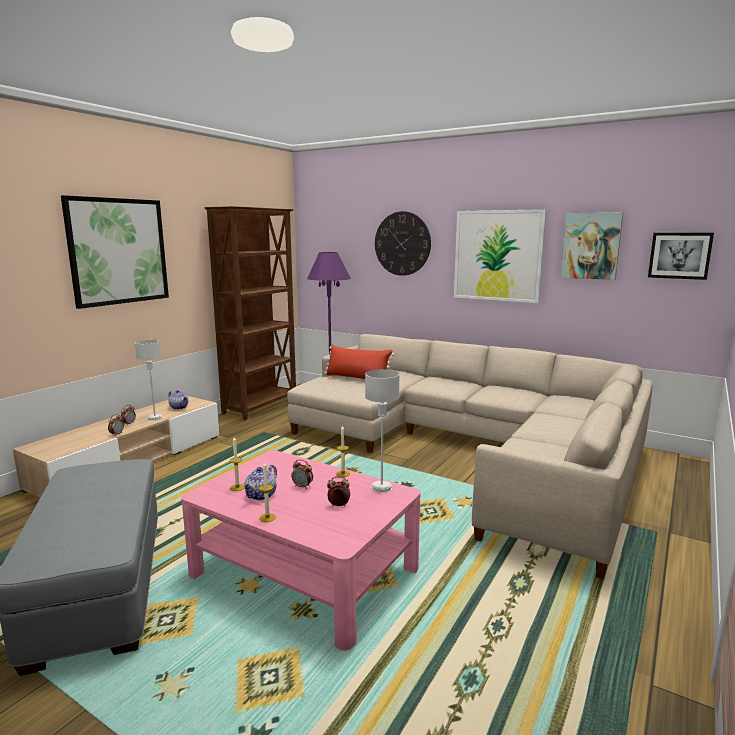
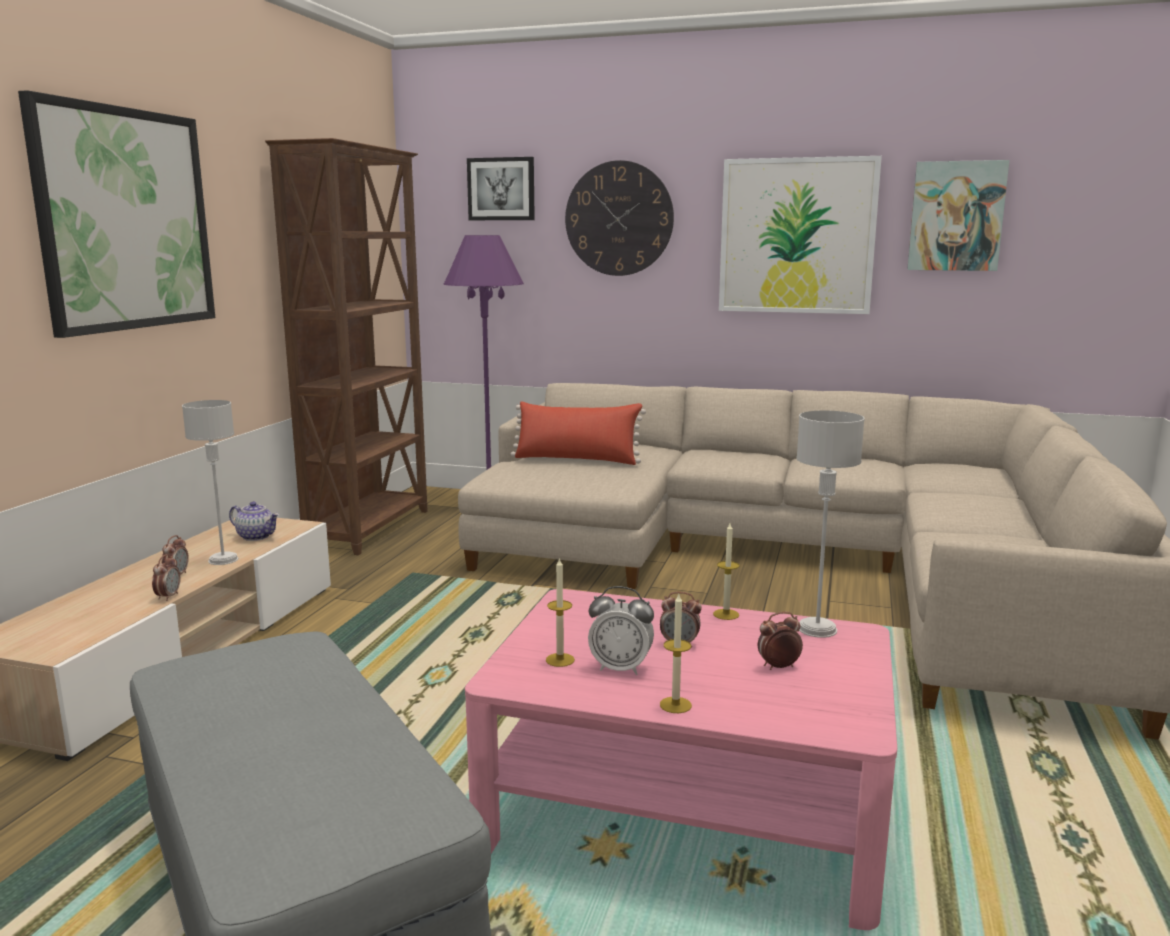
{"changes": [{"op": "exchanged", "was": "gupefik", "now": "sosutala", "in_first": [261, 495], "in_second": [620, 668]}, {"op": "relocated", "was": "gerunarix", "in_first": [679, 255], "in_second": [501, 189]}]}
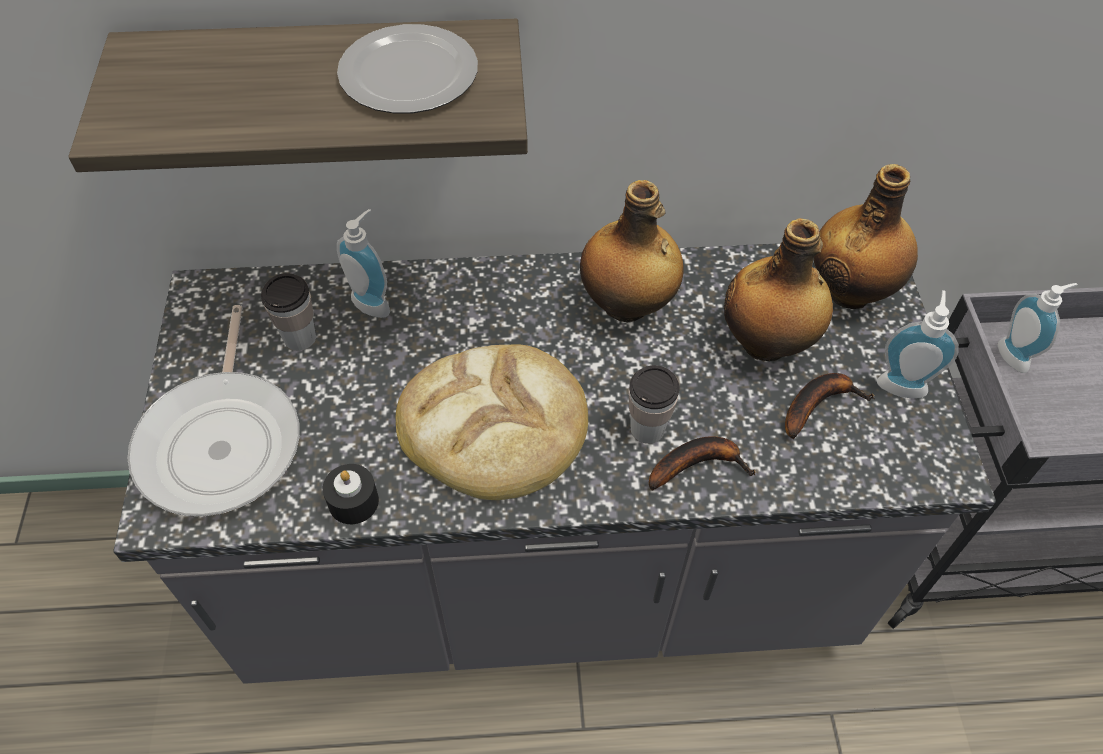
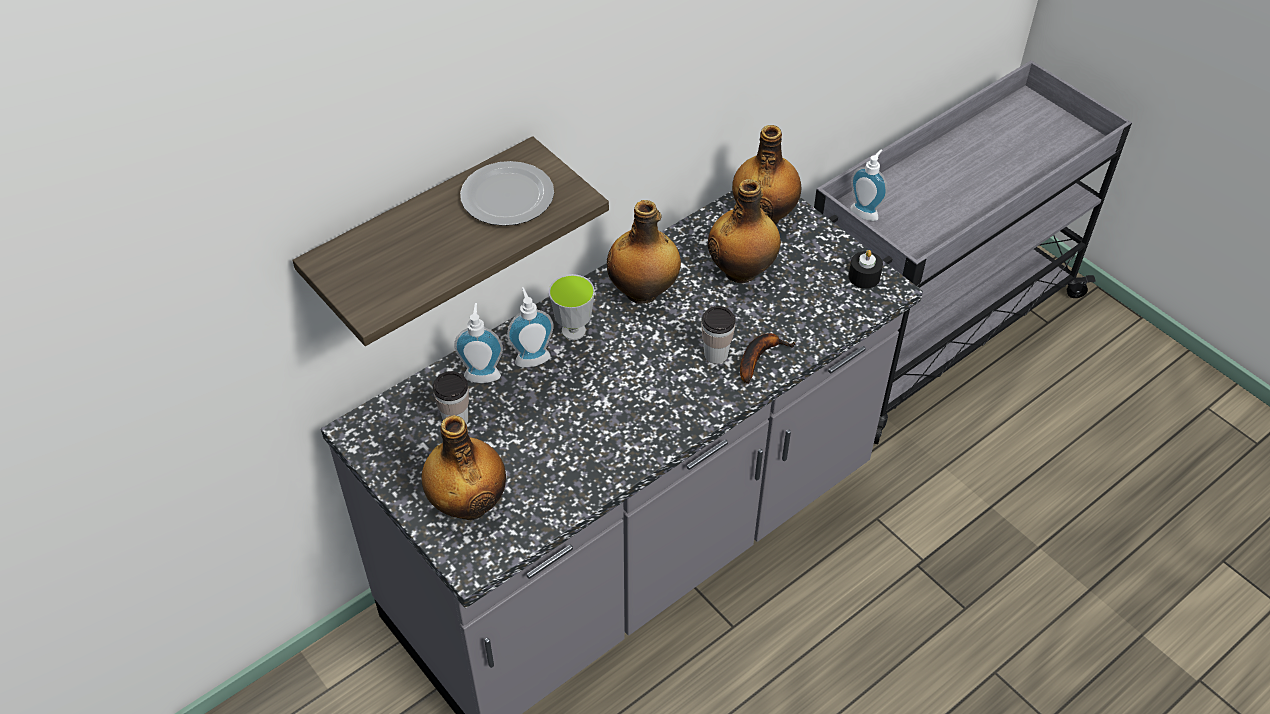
{"changes": [{"op": "exchanged", "was": "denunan", "now": "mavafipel", "in_first": [223, 441], "in_second": [468, 503]}, {"op": "relocated", "was": "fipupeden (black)", "in_first": [353, 501], "in_second": [864, 277]}, {"op": "missing", "was": "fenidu", "in_first": [494, 424]}, {"op": "missing", "was": "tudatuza", "in_first": [818, 404]}, {"op": "relocated", "was": "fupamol", "in_first": [902, 382], "in_second": [531, 356]}, {"op": "appeared", "now": "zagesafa", "in_second": [573, 331]}]}
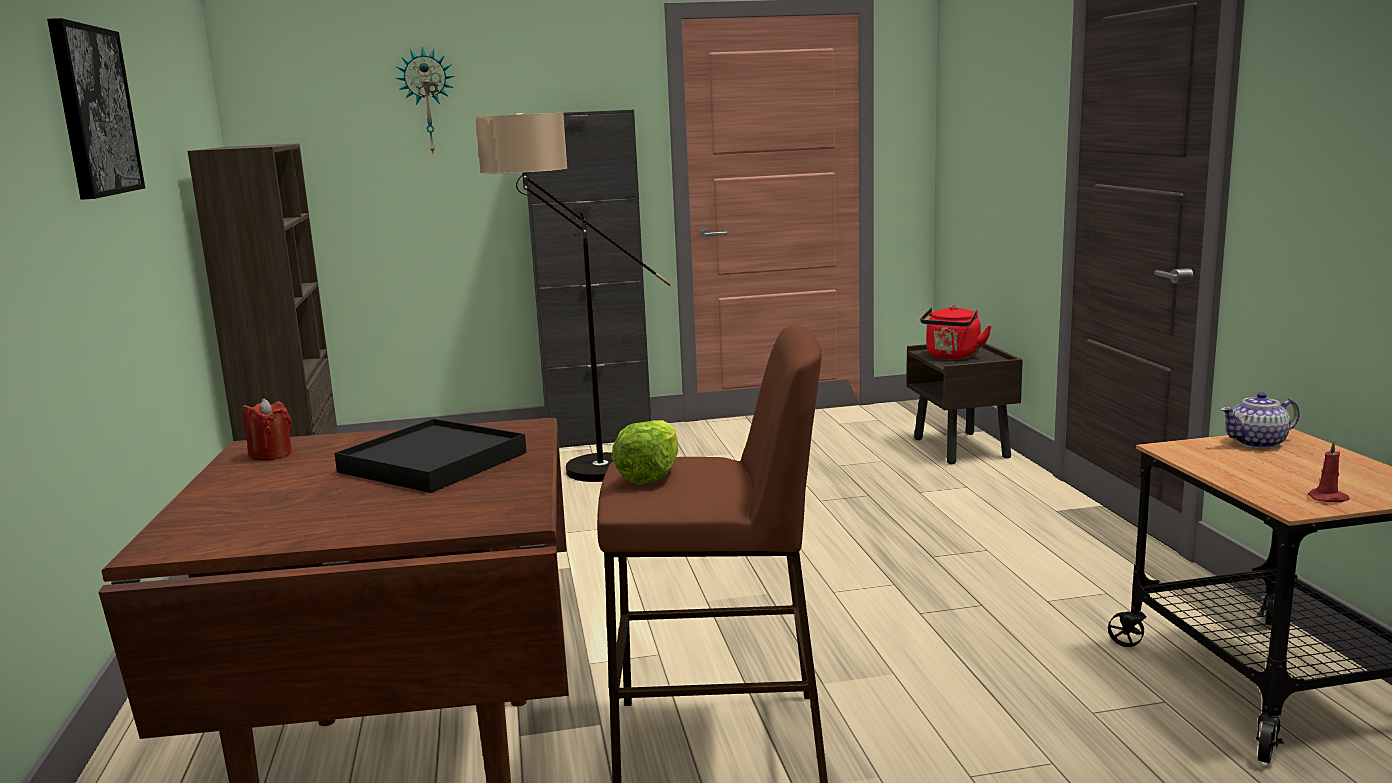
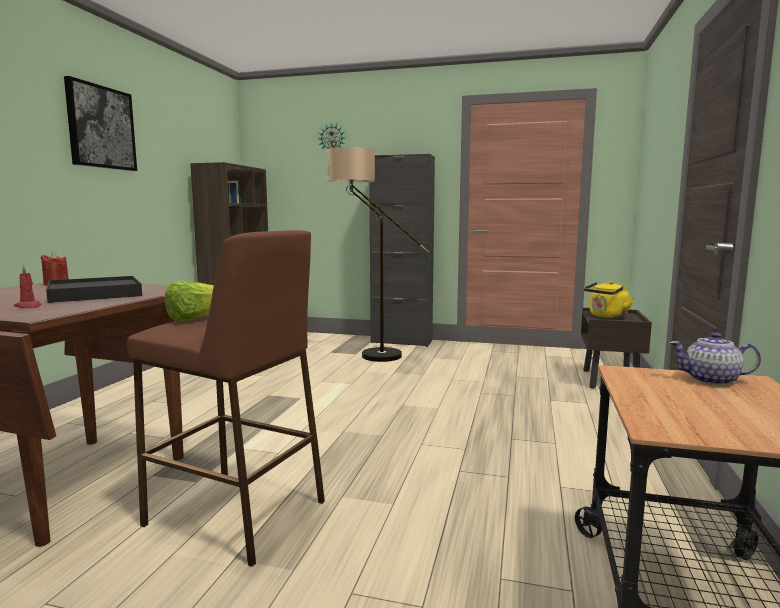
{"changes": [{"op": "colour", "was": "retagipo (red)", "now": "retagipo (yellow)", "in_first": [952, 357], "in_second": [606, 316]}, {"op": "relocated", "was": "fipupeden (red)", "in_first": [1329, 498], "in_second": [29, 306]}]}
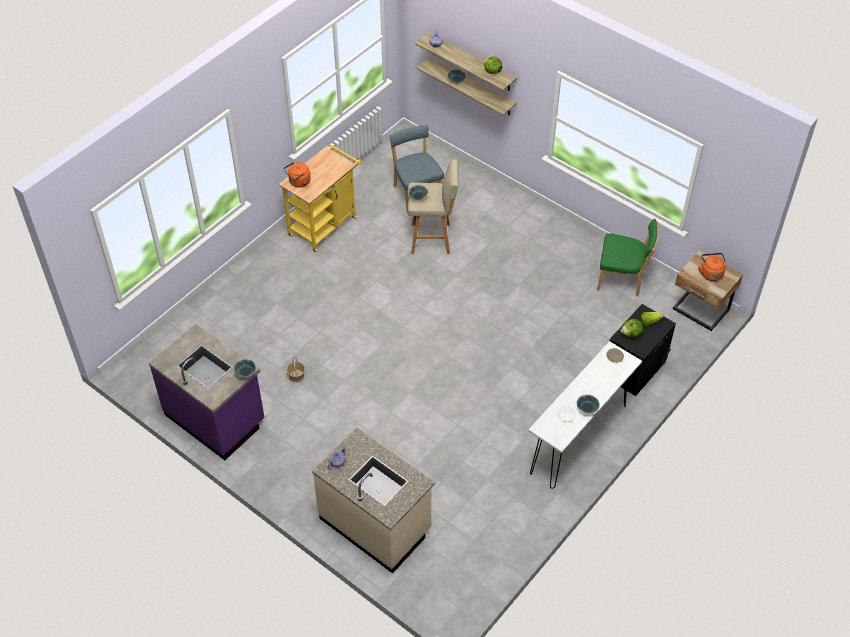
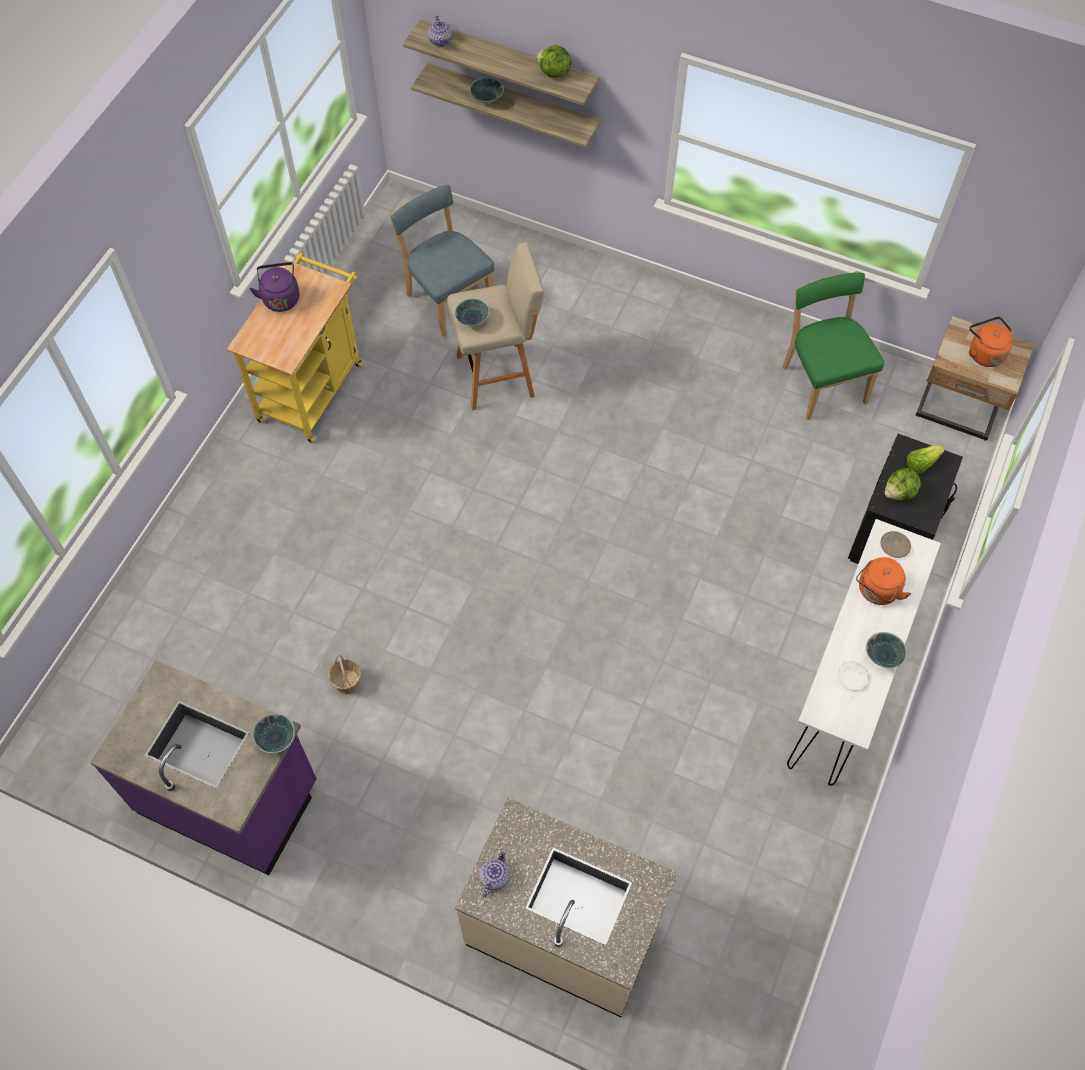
{"changes": [{"op": "relocated", "was": "retagipo (orange)", "in_first": [298, 182], "in_second": [877, 591]}, {"op": "spun", "was": "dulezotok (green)", "in_first": [622, 280], "in_second": [822, 382], "clockwise": -105}, {"op": "appeared", "now": "retagipo (purple)", "in_second": [280, 297]}]}
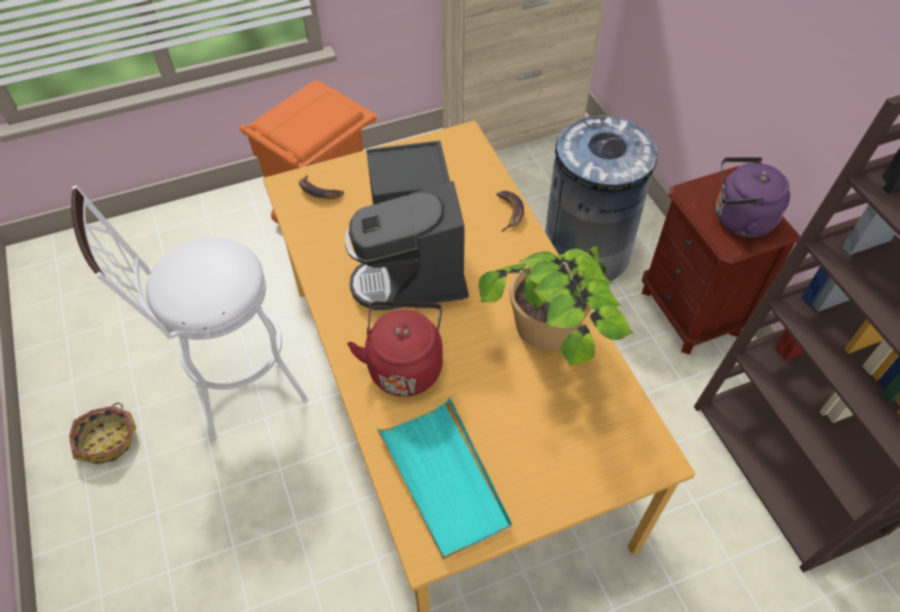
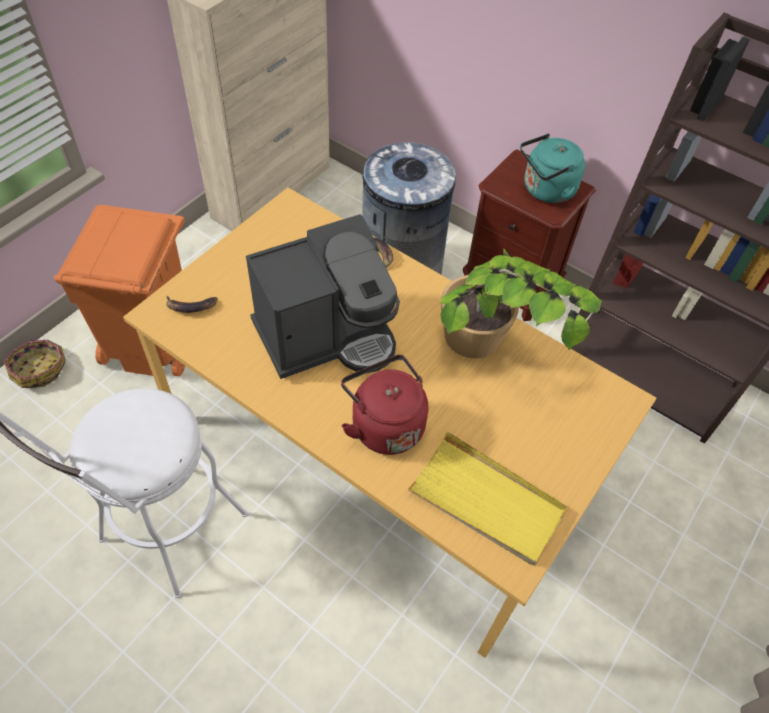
{"changes": [{"op": "relocated", "was": "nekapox", "in_first": [108, 440], "in_second": [40, 369]}, {"op": "spun", "was": "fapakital", "in_first": [413, 265], "in_second": [327, 335], "clockwise": -75}, {"op": "colour", "was": "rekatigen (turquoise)", "now": "rekatigen (yellow)", "in_first": [444, 479], "in_second": [486, 501]}, {"op": "colour", "was": "retagipo (purple)", "now": "retagipo (turquoise)", "in_first": [739, 219], "in_second": [545, 190]}]}
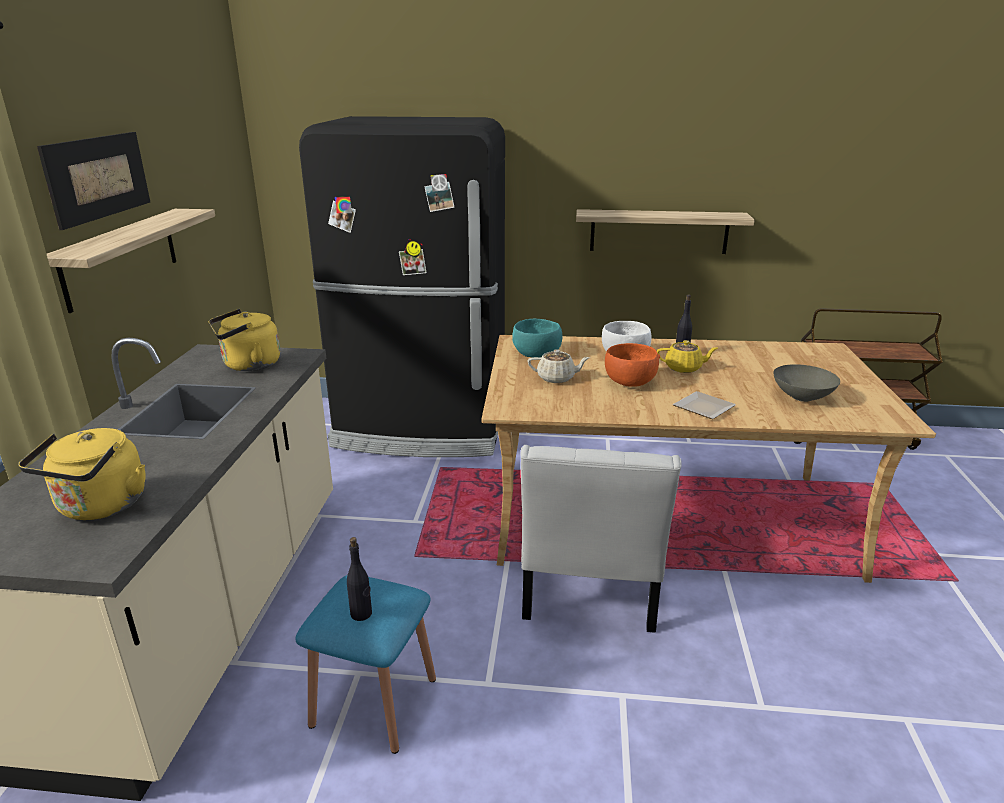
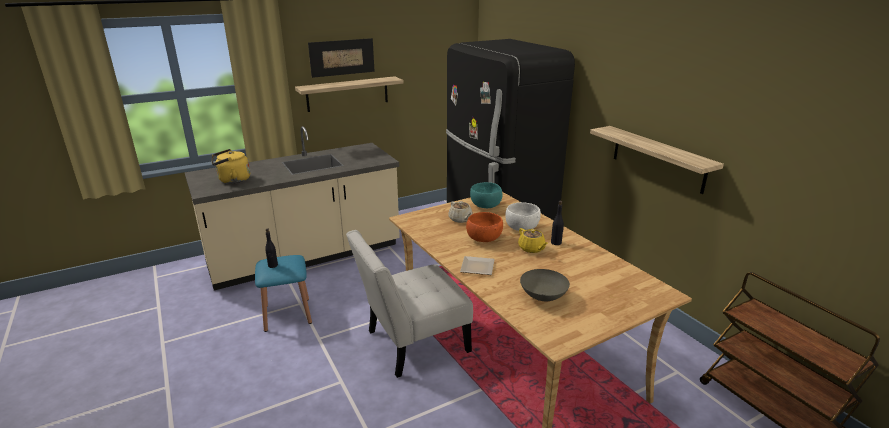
{"changes": [{"op": "missing", "was": "retagipo (yellow)", "in_first": [248, 365]}]}
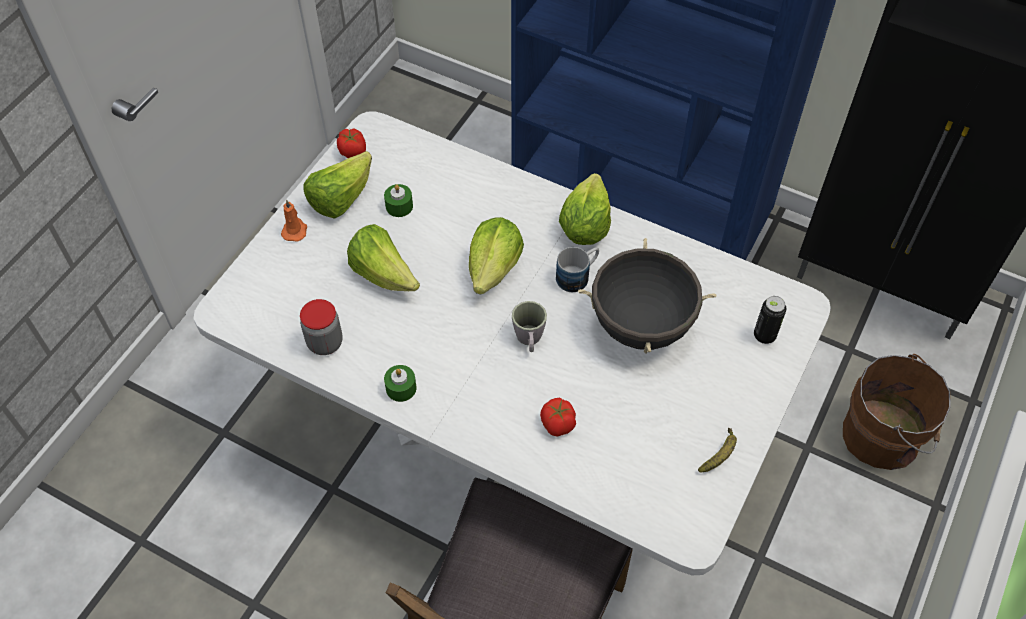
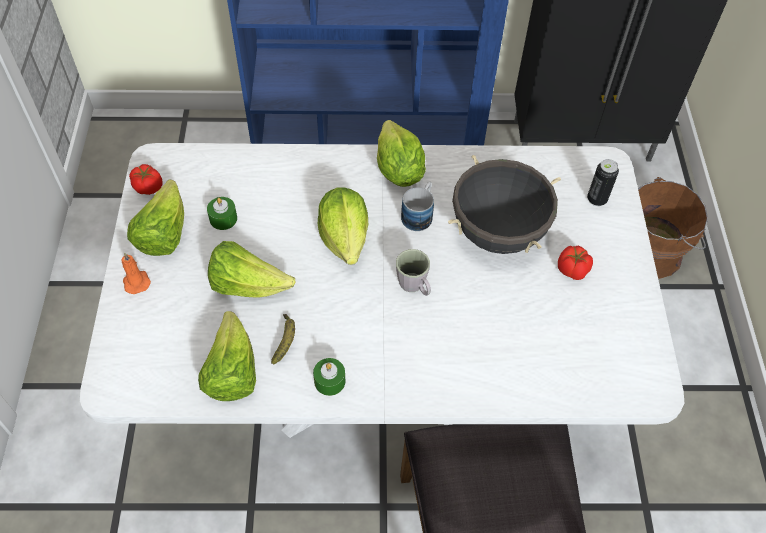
{"changes": [{"op": "exchanged", "was": "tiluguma", "now": "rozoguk", "in_first": [325, 343], "in_second": [231, 372]}, {"op": "relocated", "was": "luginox", "in_first": [557, 424], "in_second": [572, 270]}, {"op": "relocated", "was": "tudatuza", "in_first": [719, 455], "in_second": [285, 341]}]}
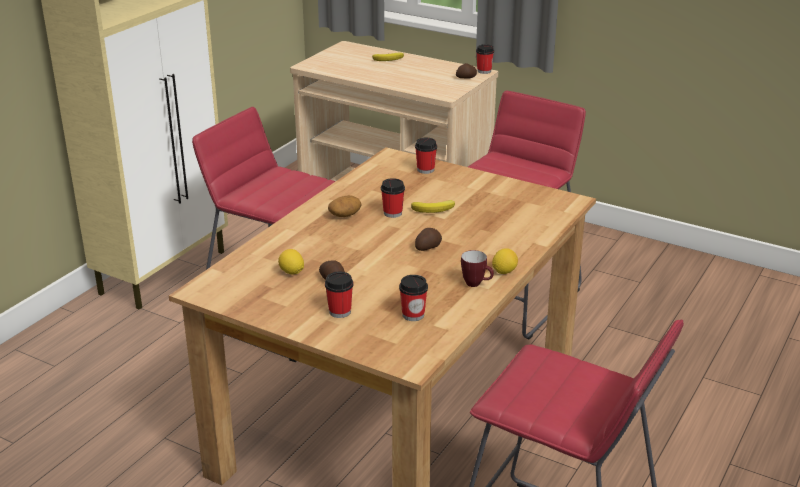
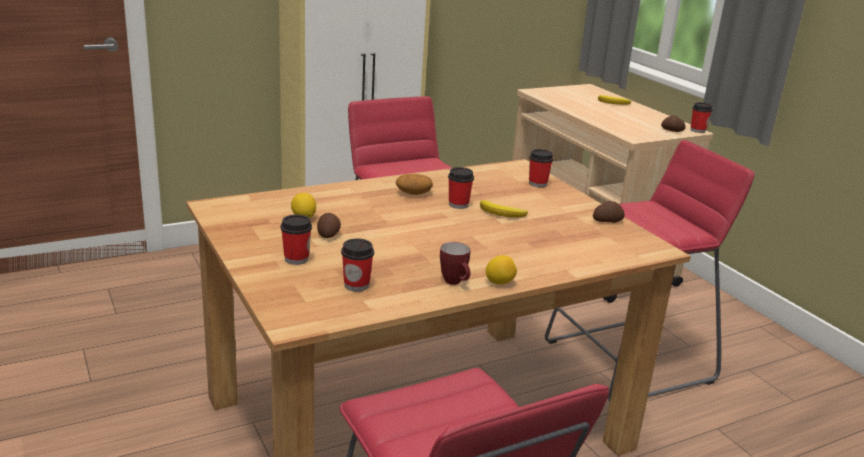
{"changes": [{"op": "relocated", "was": "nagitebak", "in_first": [427, 247], "in_second": [607, 221]}]}
